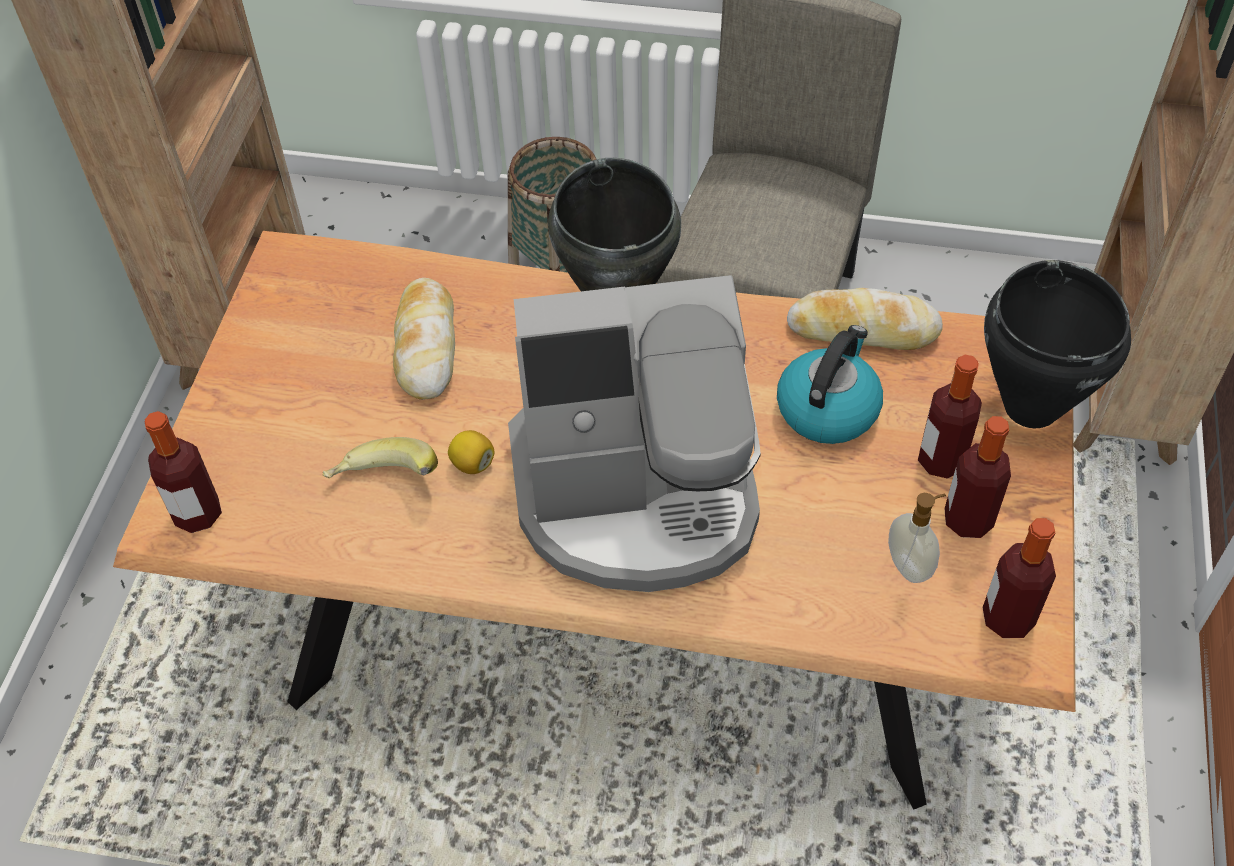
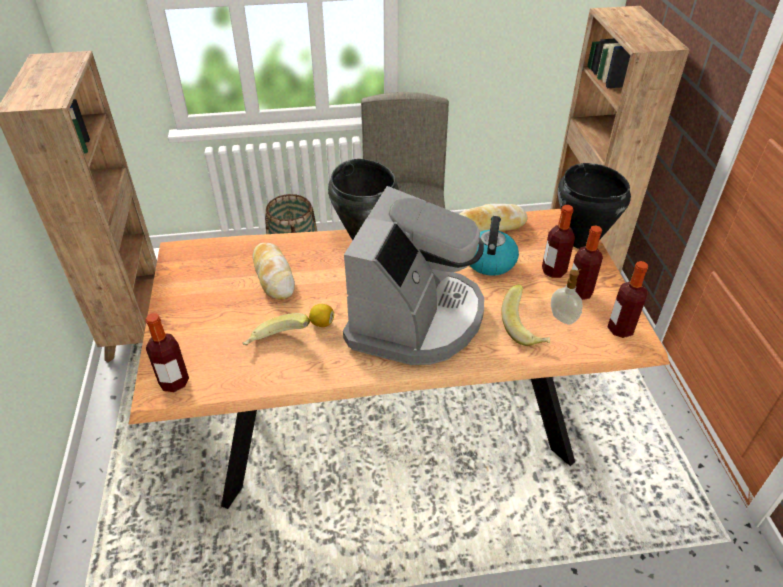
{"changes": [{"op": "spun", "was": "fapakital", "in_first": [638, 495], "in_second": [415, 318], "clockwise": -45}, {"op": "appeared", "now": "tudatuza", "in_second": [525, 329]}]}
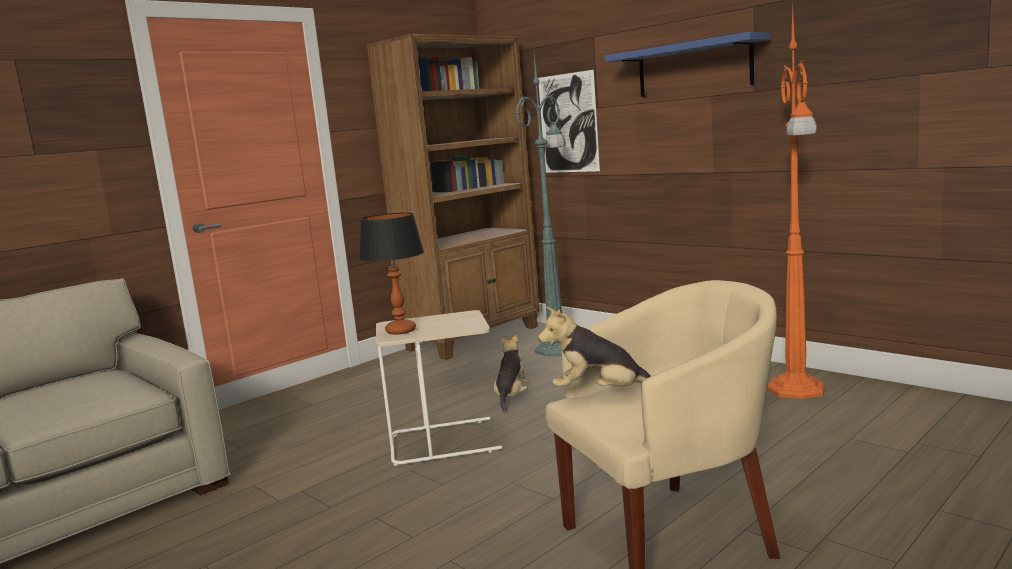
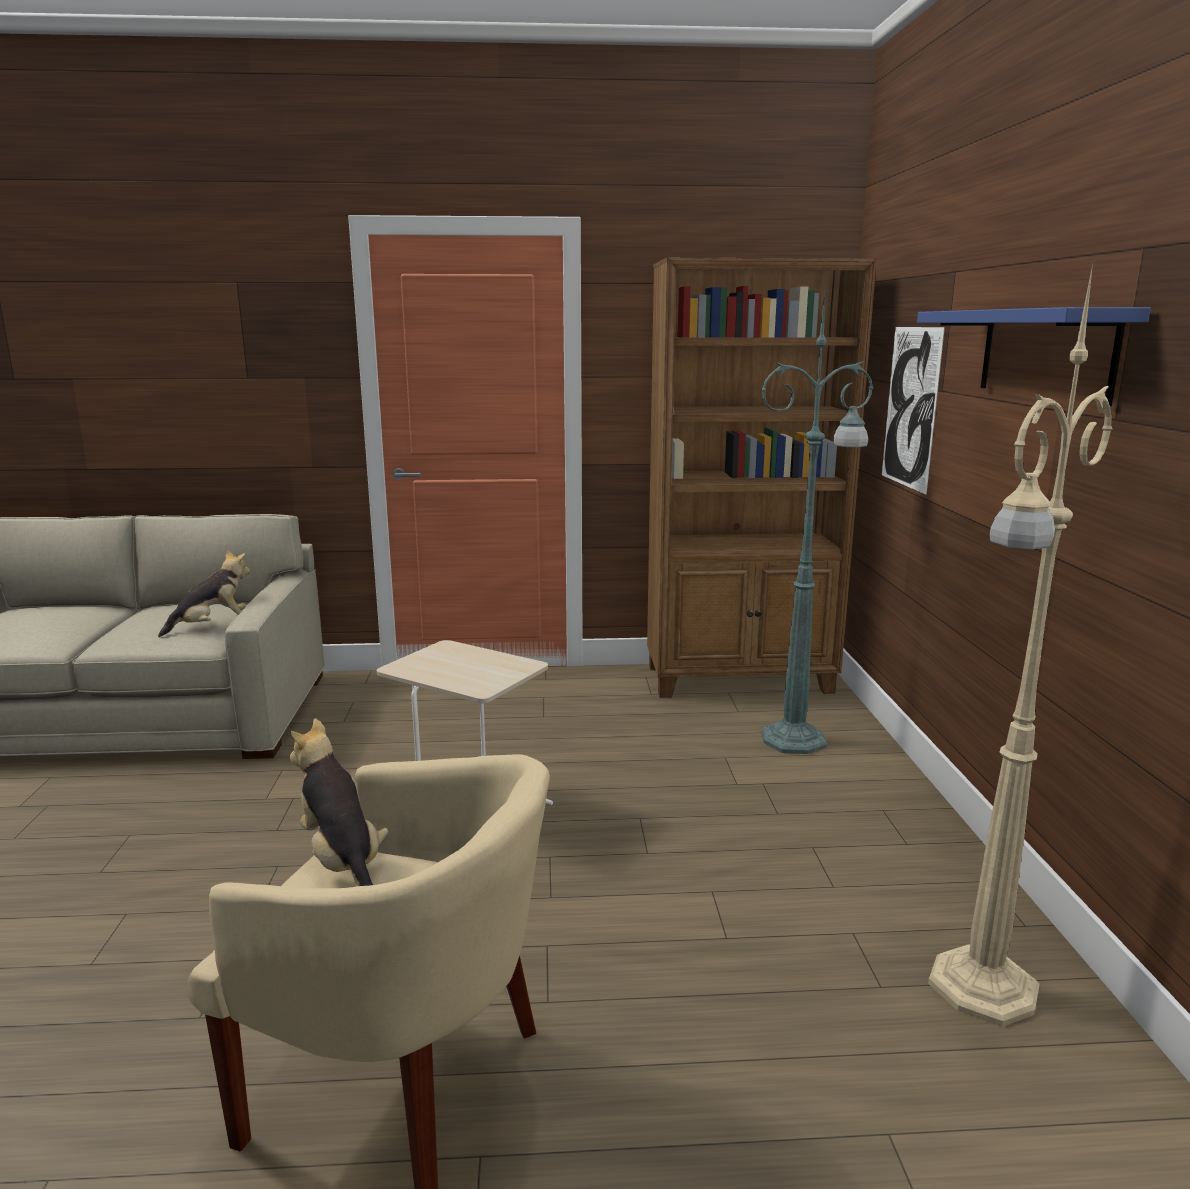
{"changes": [{"op": "missing", "was": "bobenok", "in_first": [401, 331]}, {"op": "relocated", "was": "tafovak", "in_first": [511, 397], "in_second": [212, 626]}, {"op": "colour", "was": "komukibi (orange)", "now": "komukibi (beige)", "in_first": [796, 390], "in_second": [979, 989]}]}
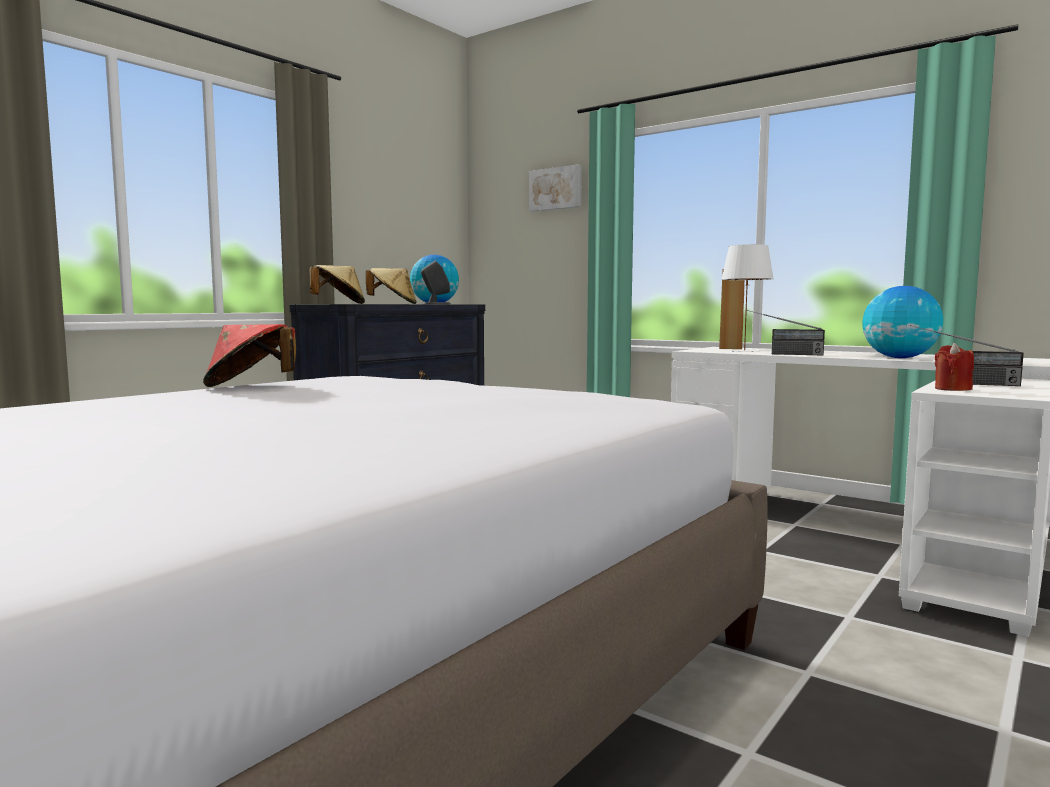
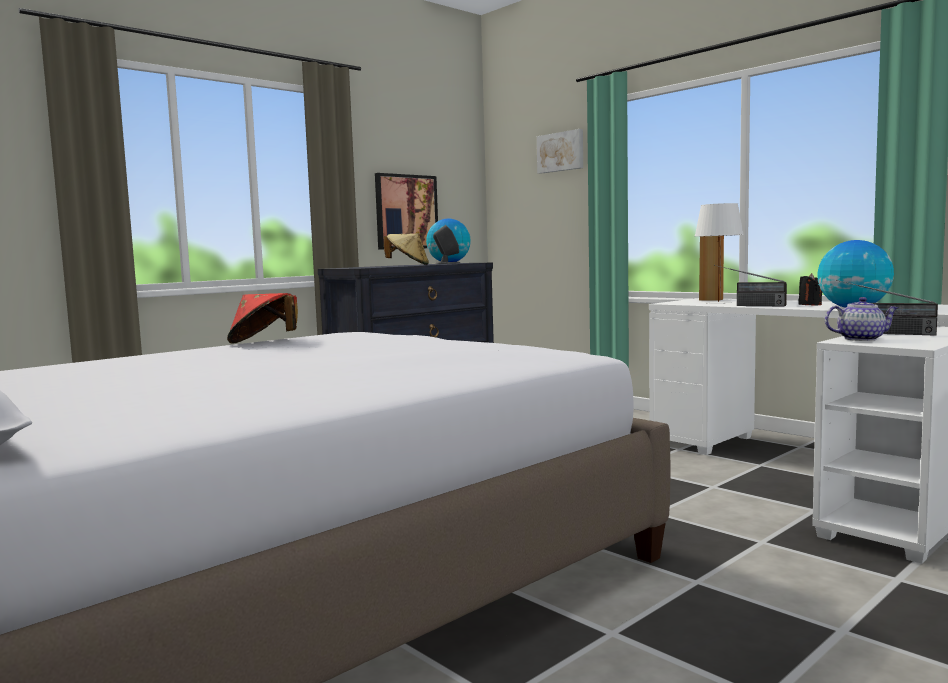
{"changes": [{"op": "missing", "was": "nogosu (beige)", "in_first": [339, 303]}, {"op": "exchanged", "was": "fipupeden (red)", "now": "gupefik", "in_first": [952, 389], "in_second": [861, 339]}, {"op": "appeared", "now": "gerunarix", "in_second": [406, 212]}, {"op": "appeared", "now": "fipupeden (black)", "in_second": [810, 304]}]}
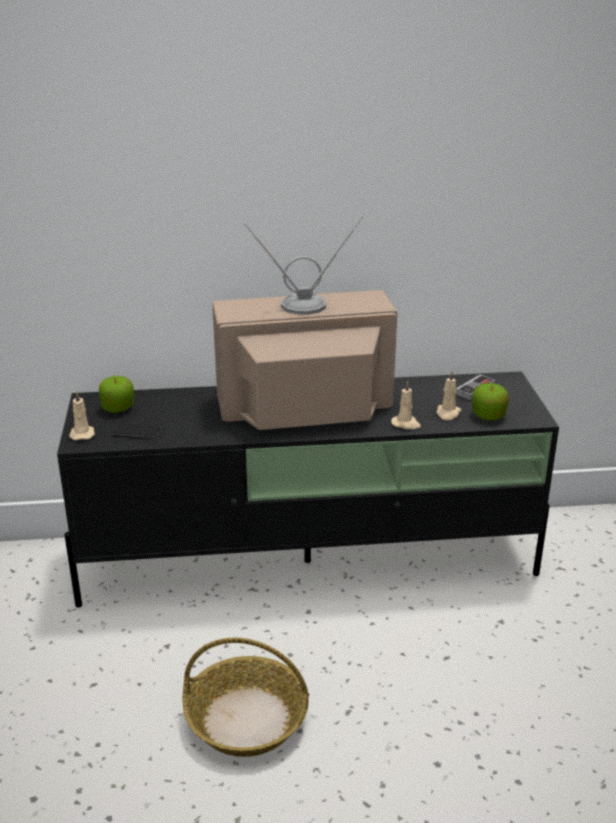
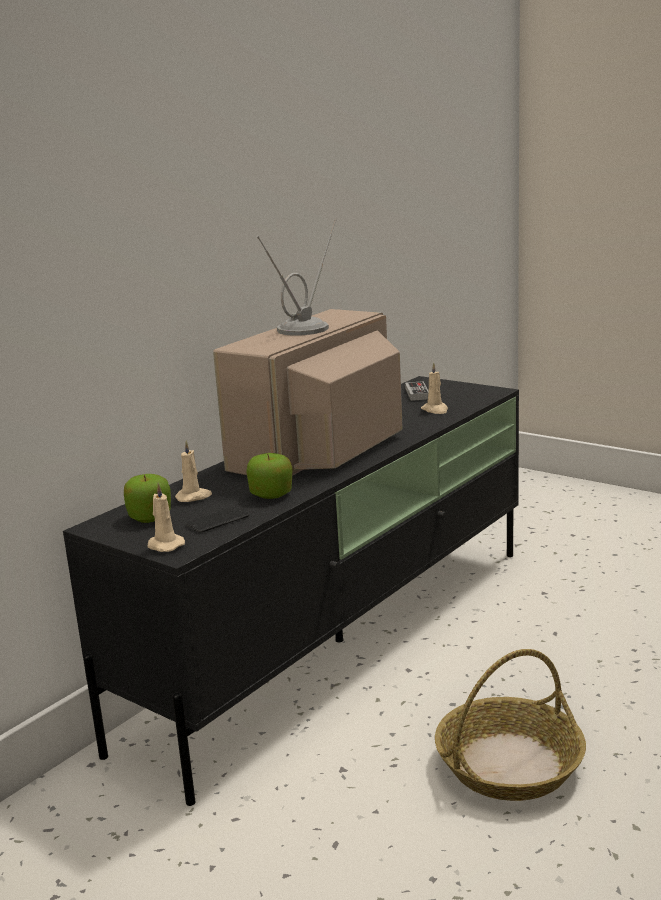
{"changes": [{"op": "relocated", "was": "fipupeden (beige)", "in_first": [406, 424], "in_second": [194, 497]}, {"op": "relocated", "was": "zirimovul", "in_first": [488, 416], "in_second": [271, 495]}]}
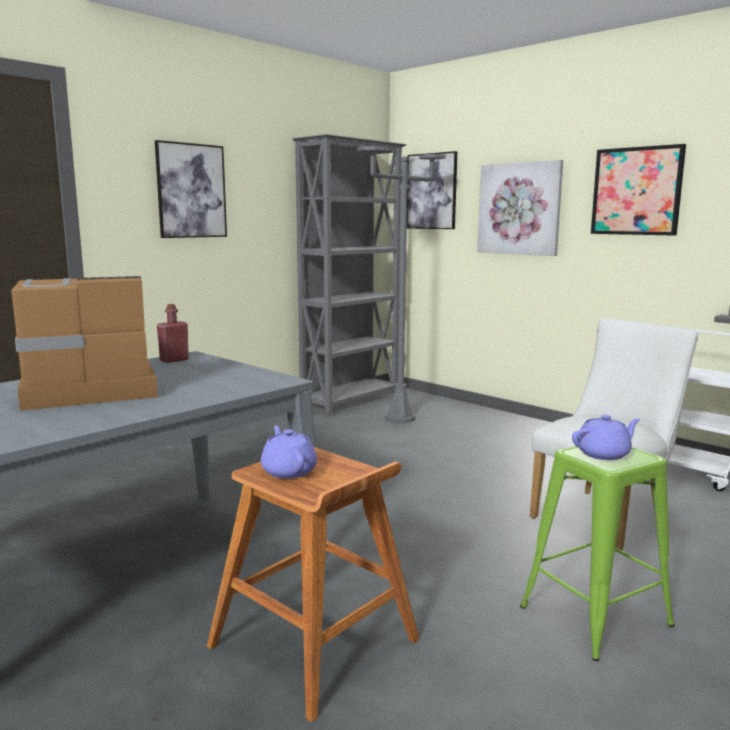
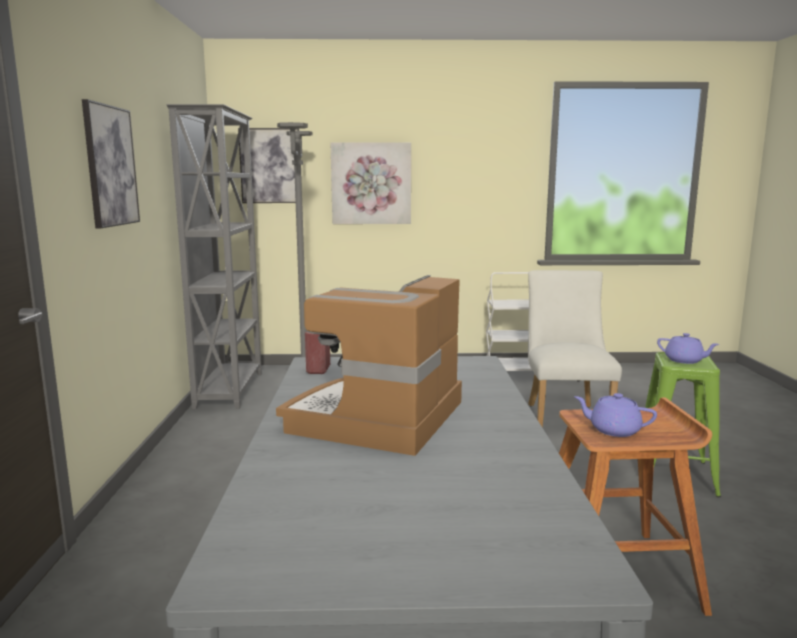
{"changes": [{"op": "spun", "was": "gupefik (purple)", "in_first": [604, 454], "in_second": [684, 361], "clockwise": 105}, {"op": "missing", "was": "gerunarix", "in_first": [637, 191]}]}
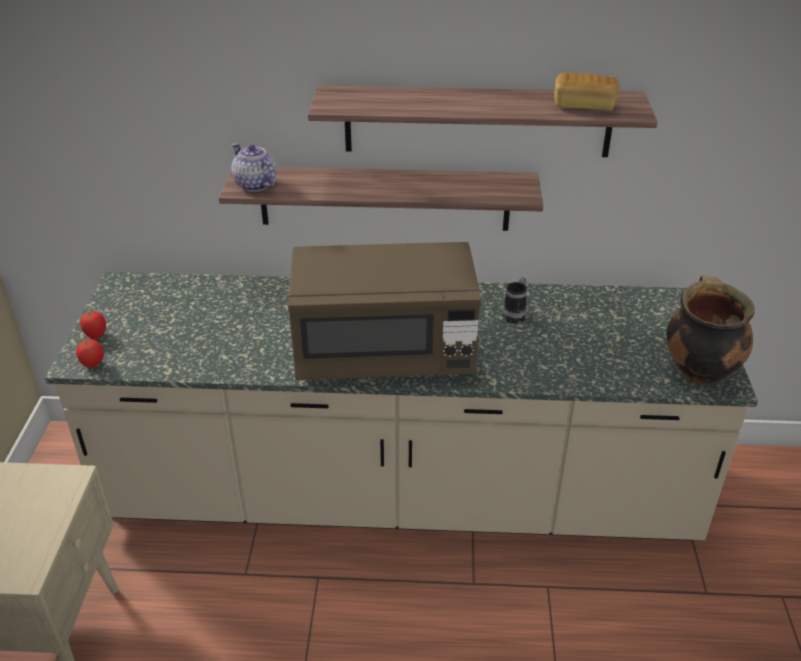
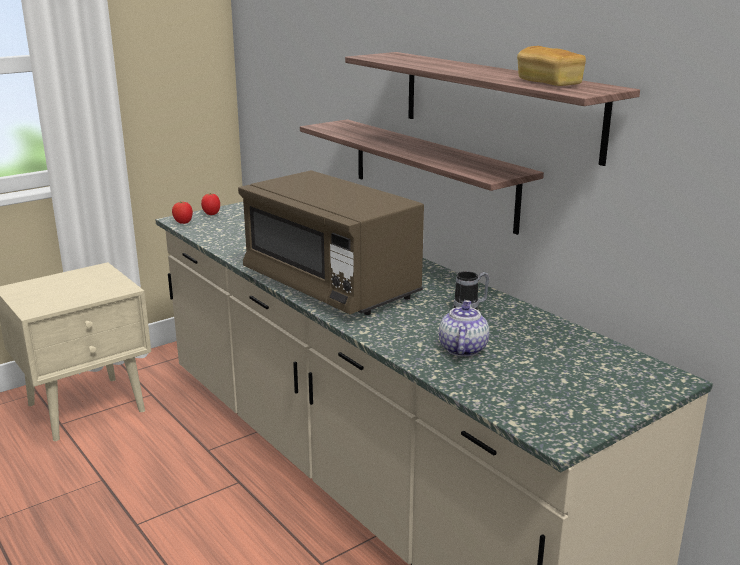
{"changes": [{"op": "relocated", "was": "gupefik", "in_first": [254, 184], "in_second": [462, 349]}, {"op": "missing", "was": "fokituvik", "in_first": [698, 370]}]}
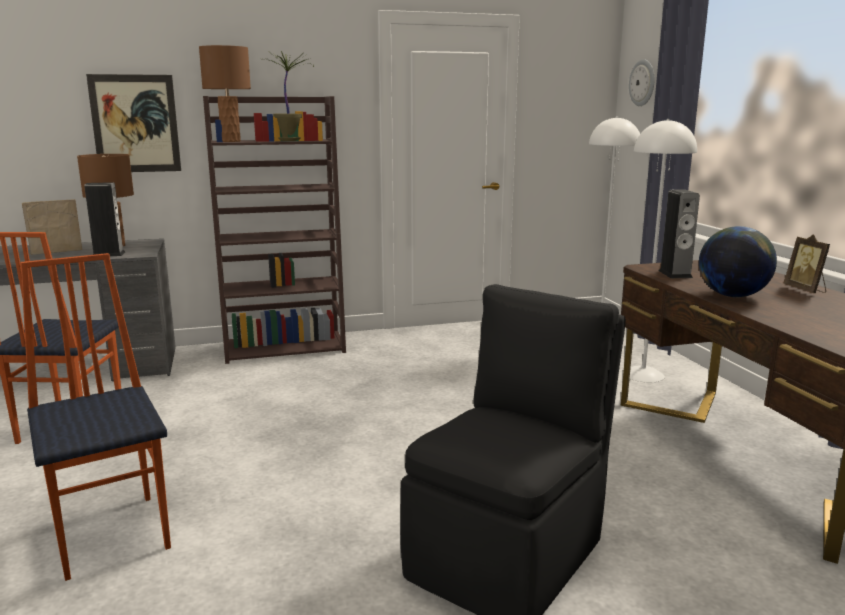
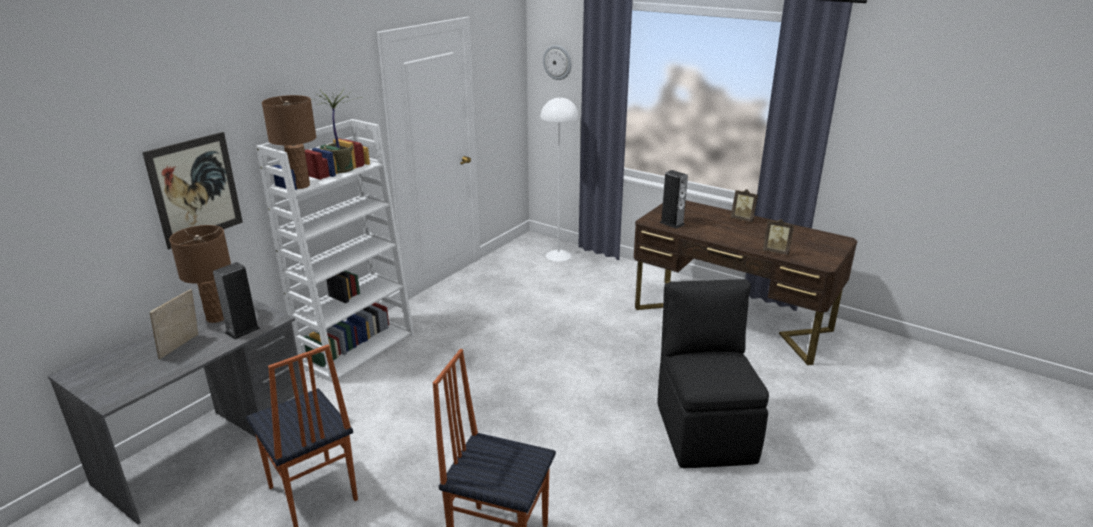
{"changes": [{"op": "colour", "was": "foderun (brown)", "now": "foderun (white)", "in_first": [285, 347], "in_second": [357, 348]}, {"op": "missing", "was": "komukibi (white)", "in_first": [643, 374]}, {"op": "missing", "was": "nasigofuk", "in_first": [732, 295]}, {"op": "appeared", "now": "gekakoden", "in_second": [776, 252]}]}
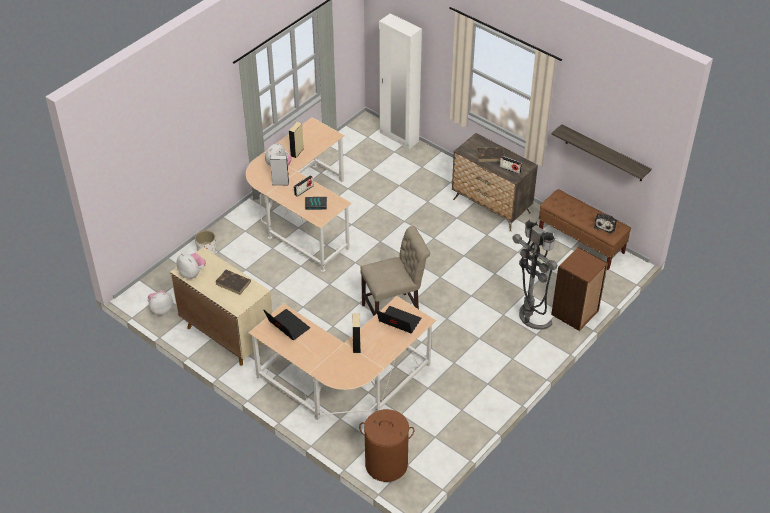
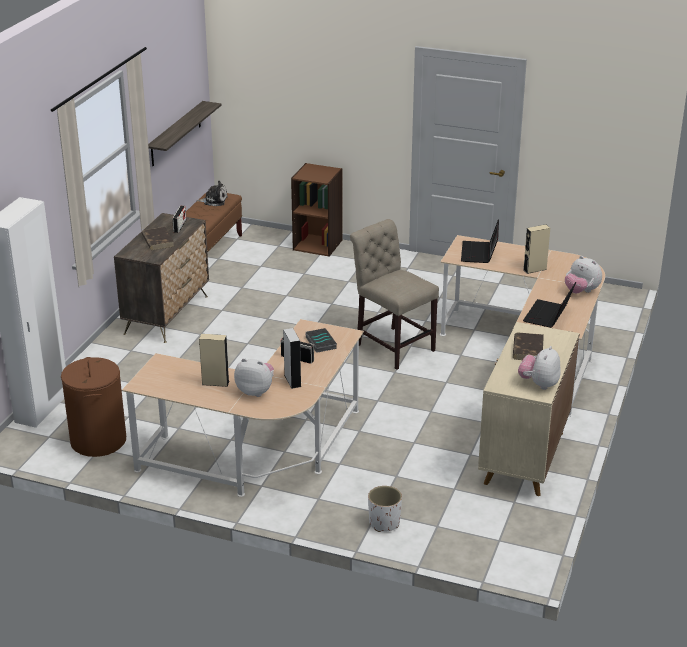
{"changes": [{"op": "relocated", "was": "tafovak", "in_first": [161, 309], "in_second": [581, 291]}, {"op": "relocated", "was": "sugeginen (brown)", "in_first": [386, 464], "in_second": [98, 440]}, {"op": "missing", "was": "komukibi (grey)", "in_first": [528, 322]}]}
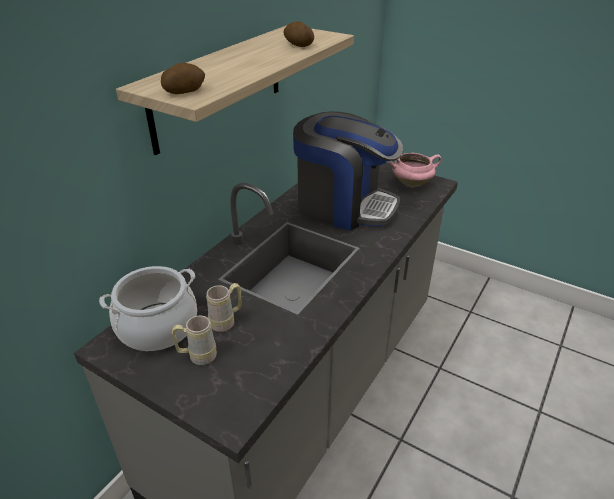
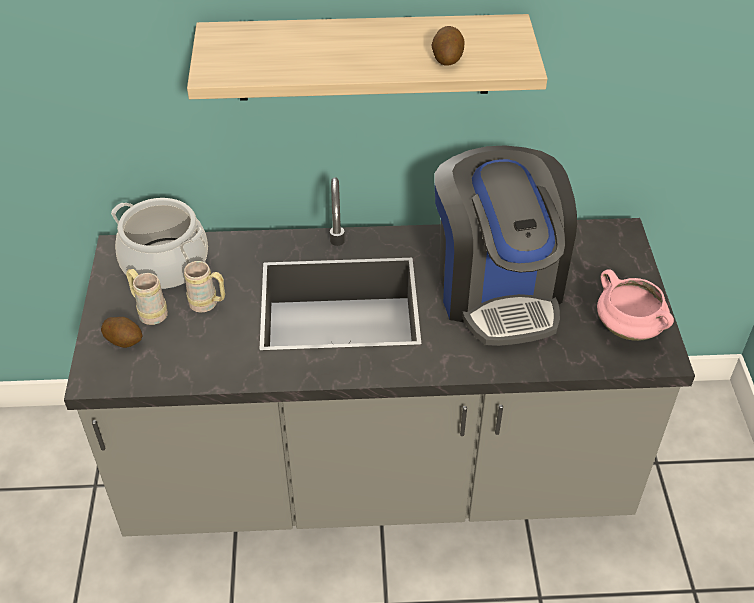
{"changes": [{"op": "relocated", "was": "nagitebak", "in_first": [185, 91], "in_second": [124, 340]}]}
